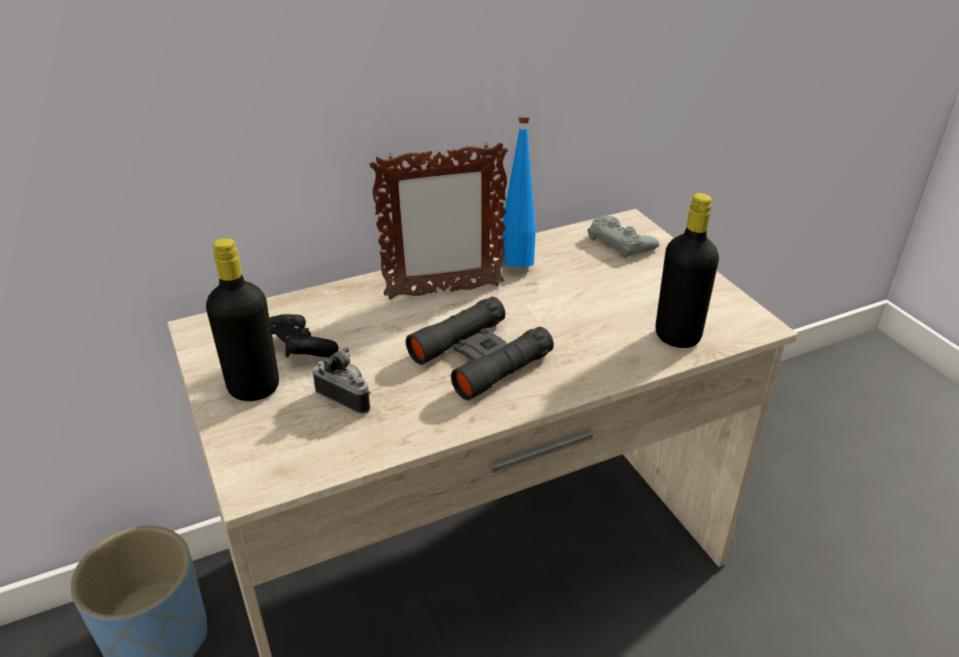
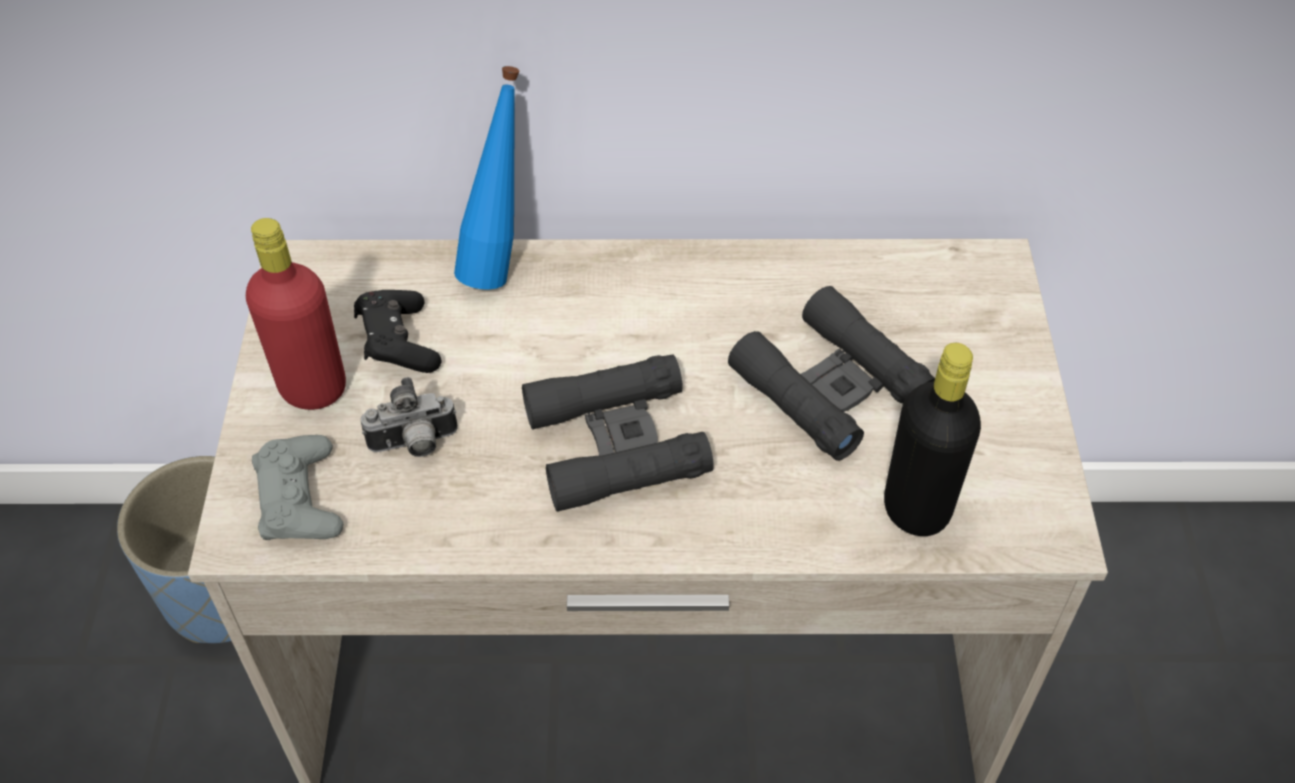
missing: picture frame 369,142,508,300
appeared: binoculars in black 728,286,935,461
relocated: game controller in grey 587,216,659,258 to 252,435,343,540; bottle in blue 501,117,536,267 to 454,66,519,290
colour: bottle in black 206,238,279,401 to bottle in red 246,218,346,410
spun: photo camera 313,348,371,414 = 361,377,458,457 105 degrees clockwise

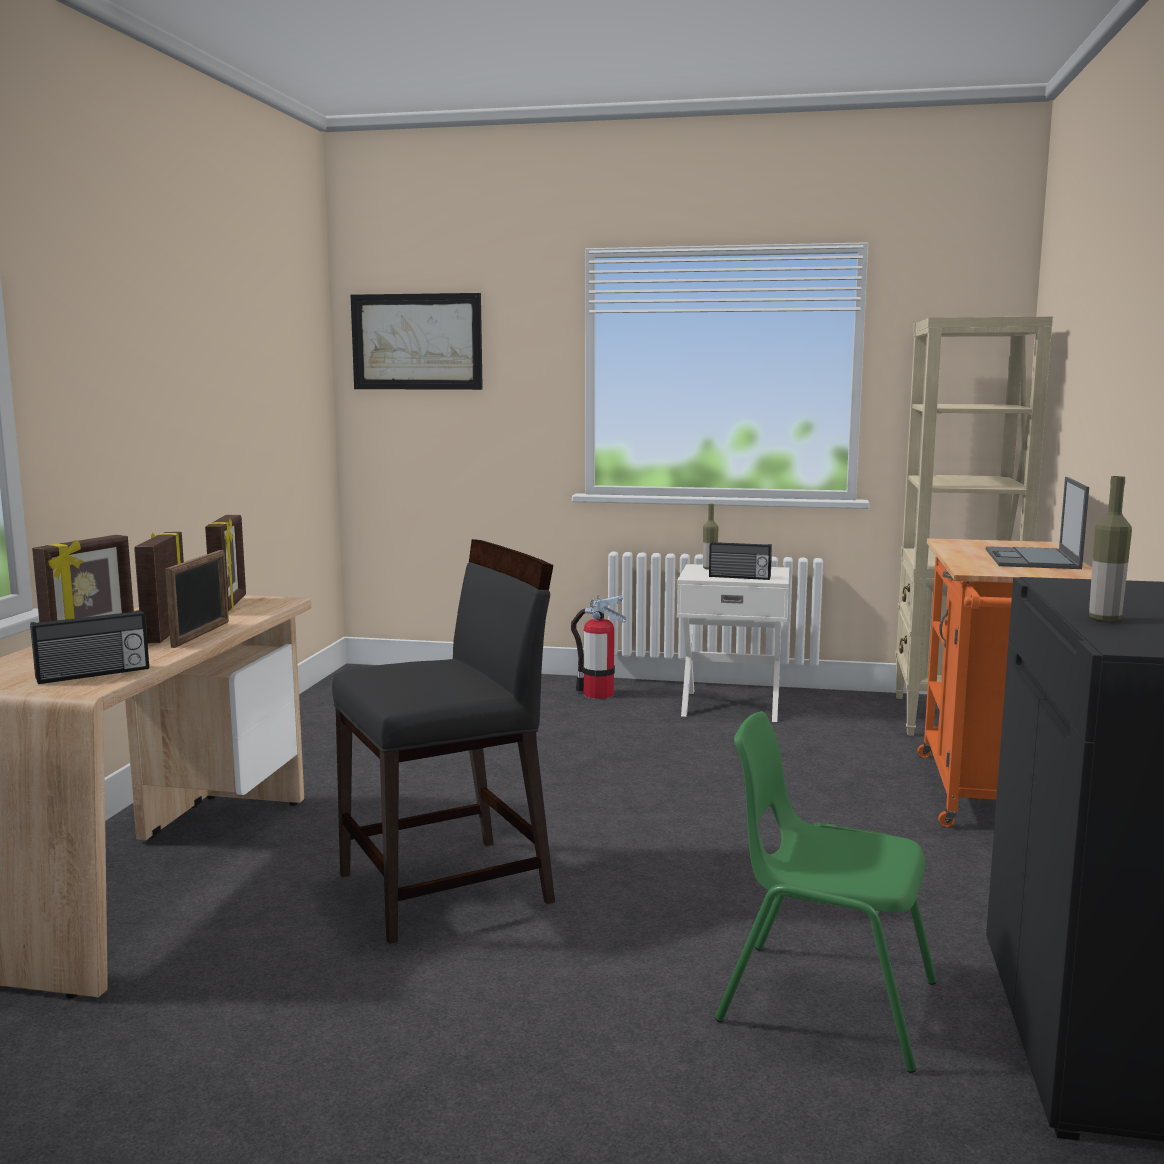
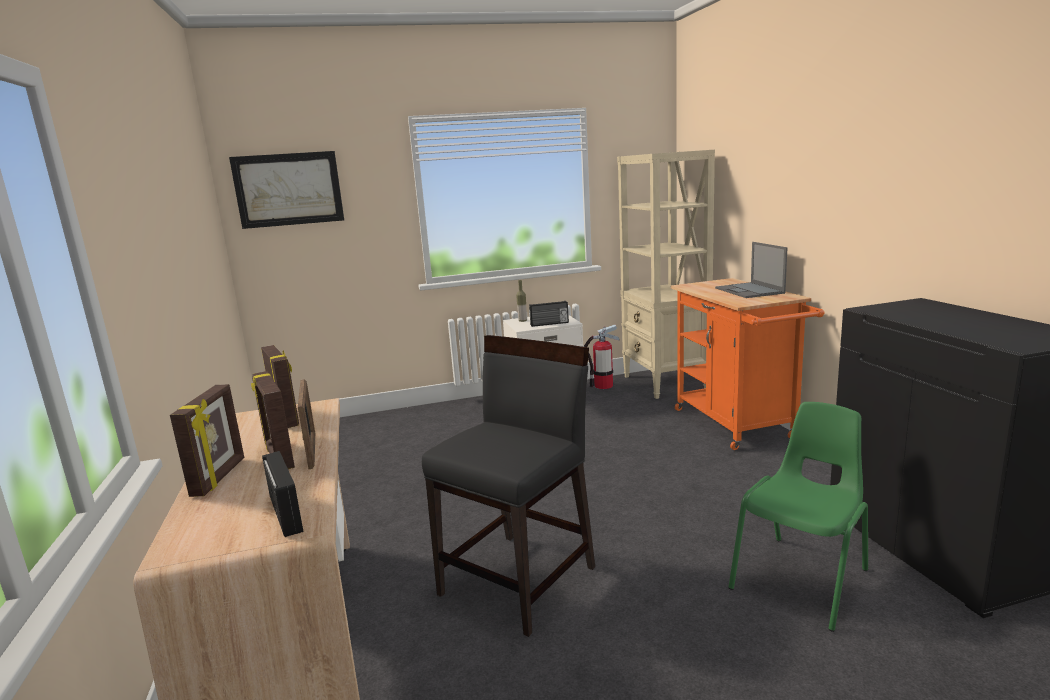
missing: bottle 1089,476,1132,621
relocated: fire extinguisher 571,594,626,699 to 584,325,619,389
spun: radio 30,610,149,684 = 262,451,303,537 60 degrees counterclockwise; chair in green 715,711,937,1073 = 728,402,868,632 135 degrees clockwise

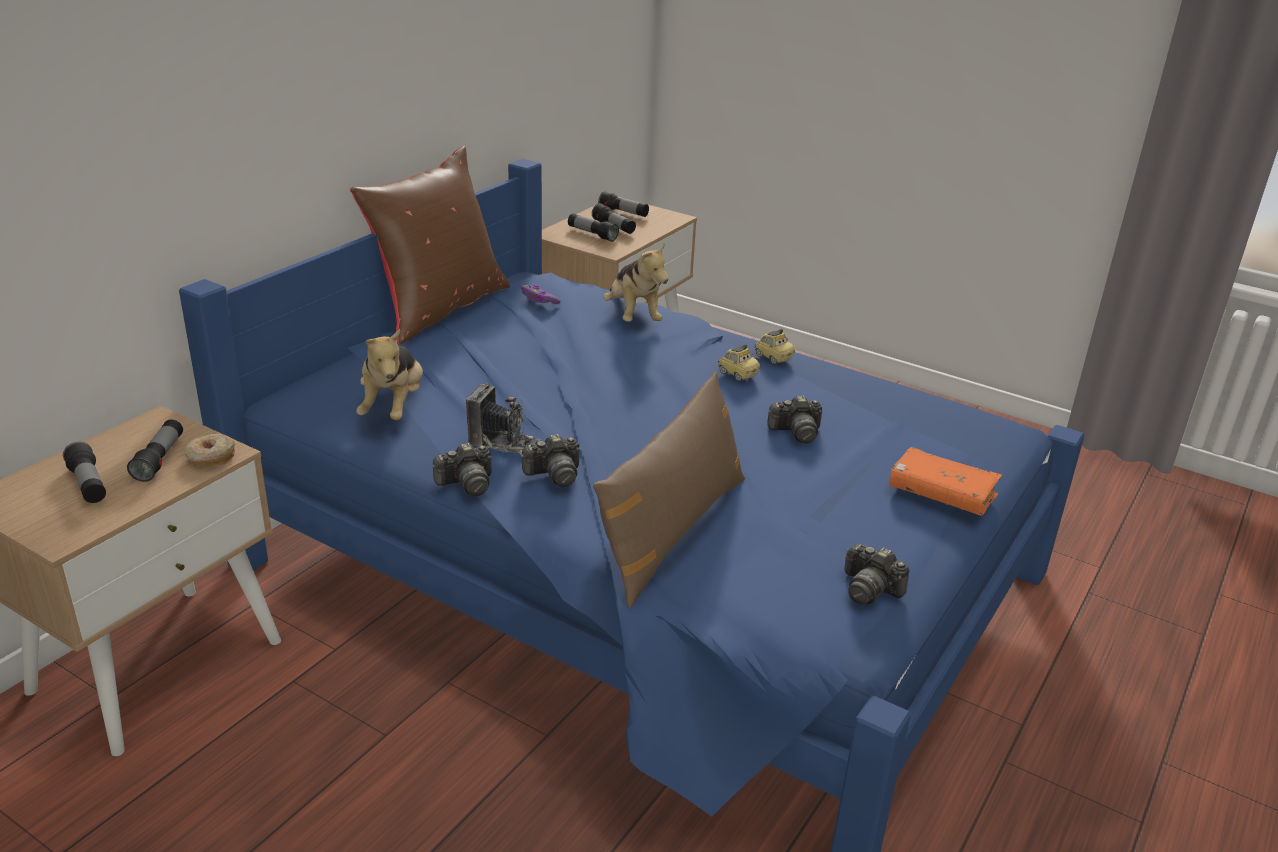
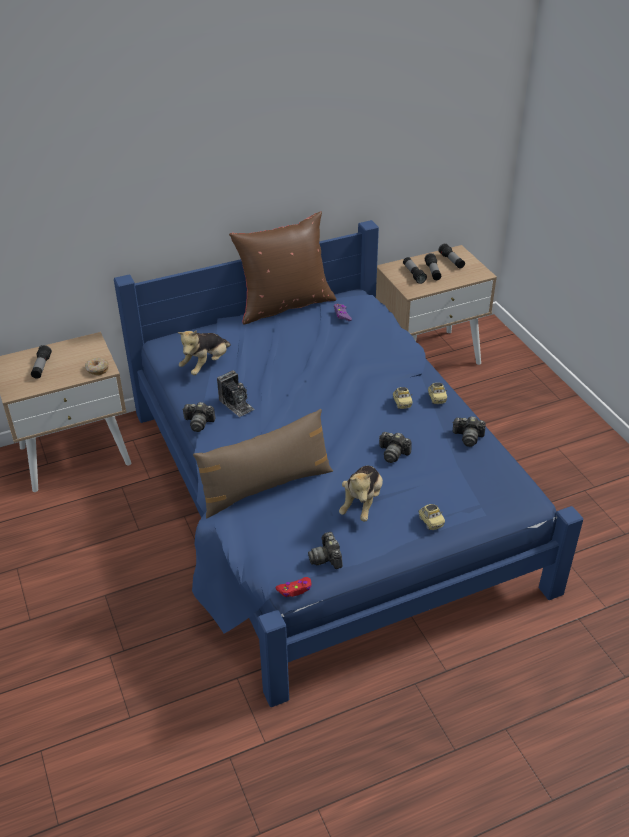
missing: flashlight 127,419,183,482
appeared: game controller in red 275,577,311,597
relocated: plush toy 603,242,668,322 to 339,466,383,521; photo camera 521,434,580,487 to 452,416,486,447
exchanged: book in orange 889,447,1002,515 to toy car 418,504,445,530

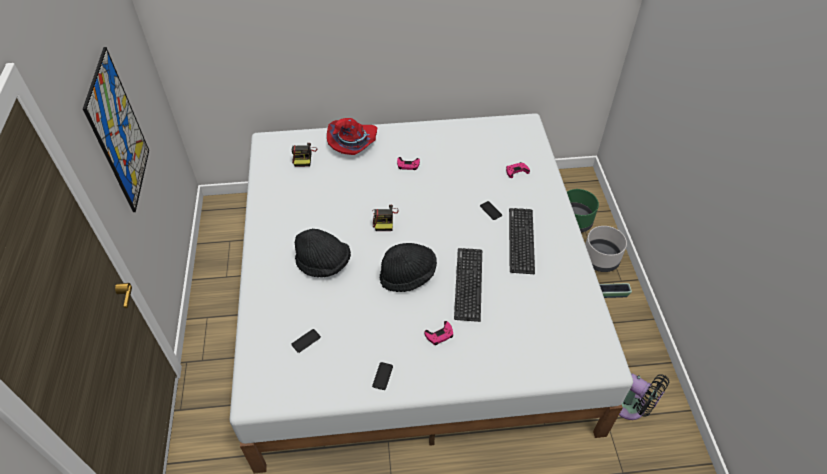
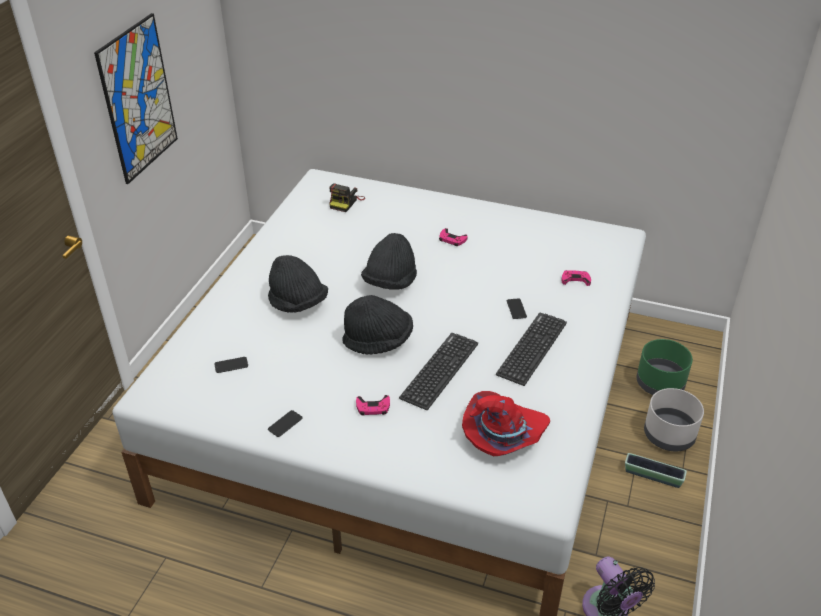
relocated: hat in red 327,118,377,155 to 462,391,550,456
exchanged: photo camera 372,205,399,231 to hat in black 361,233,417,290

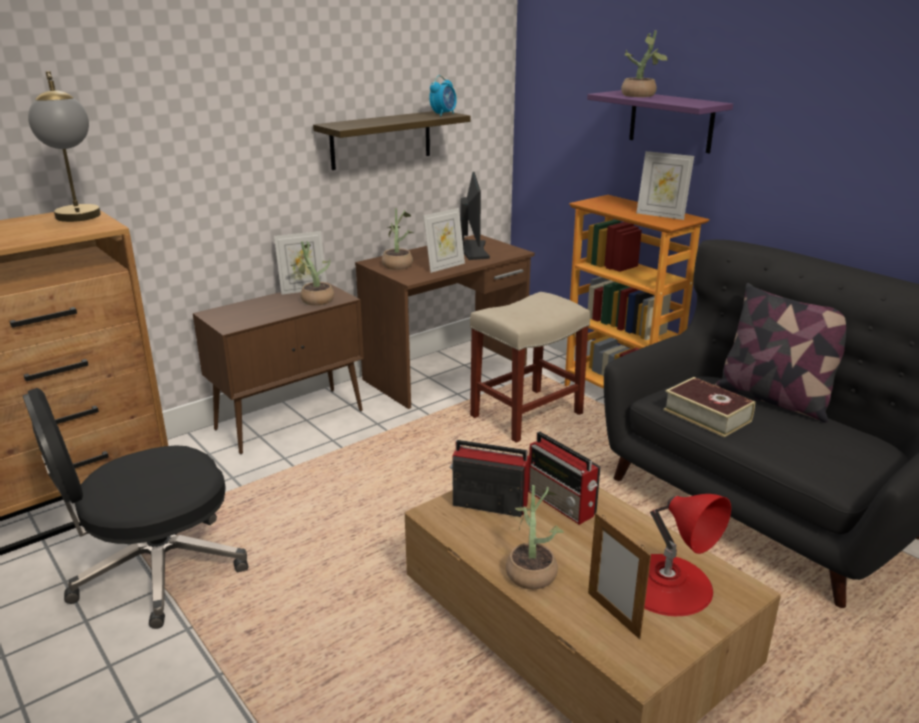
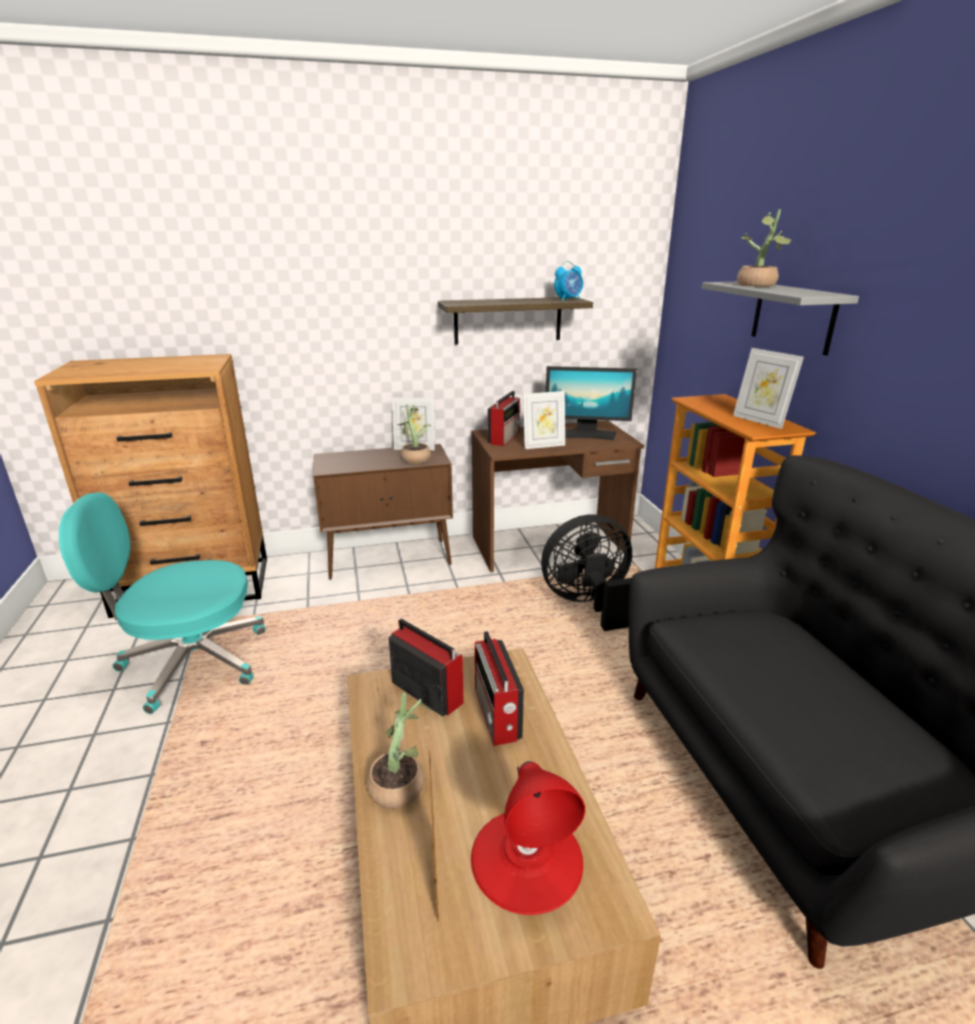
missing: table lamp 28,71,101,222; book 663,377,755,437; pillow 715,283,846,422
exchanged: potted plant 382,208,414,270 to radio 488,391,520,446; stool in beige 470,292,590,443 to fan in black 541,514,632,631
colour: office chair in black 23,388,248,629 to office chair in turquoise 59,492,266,714; shelf in purple 587,90,733,153 to shelf in grey 702,282,859,356
spun: monitor 461,172,490,260 = 546,366,637,440 75 degrees clockwise

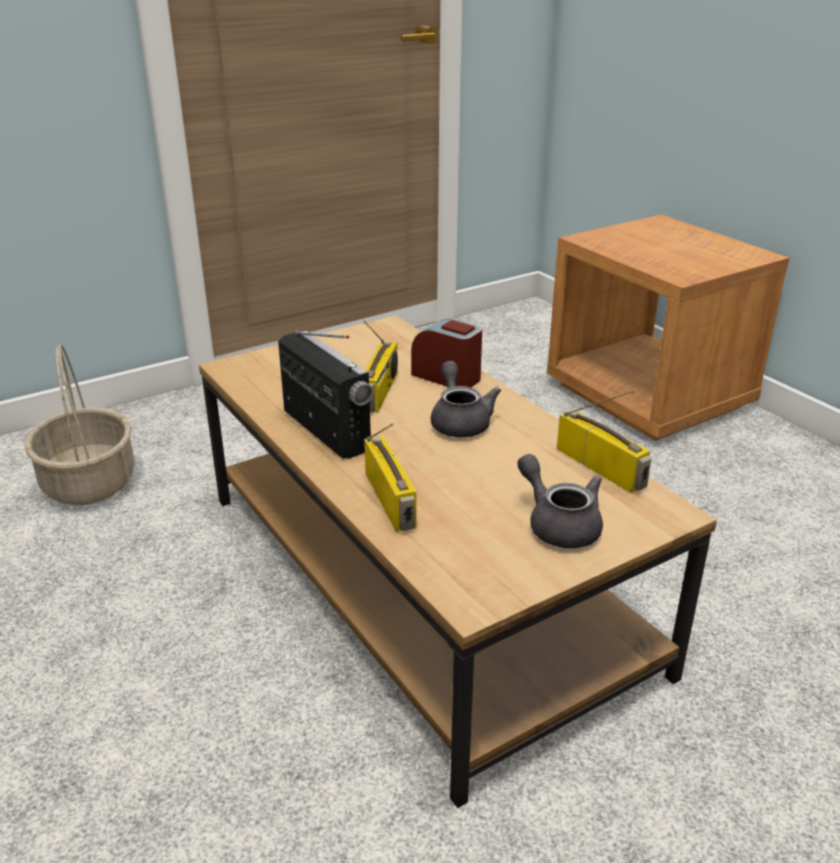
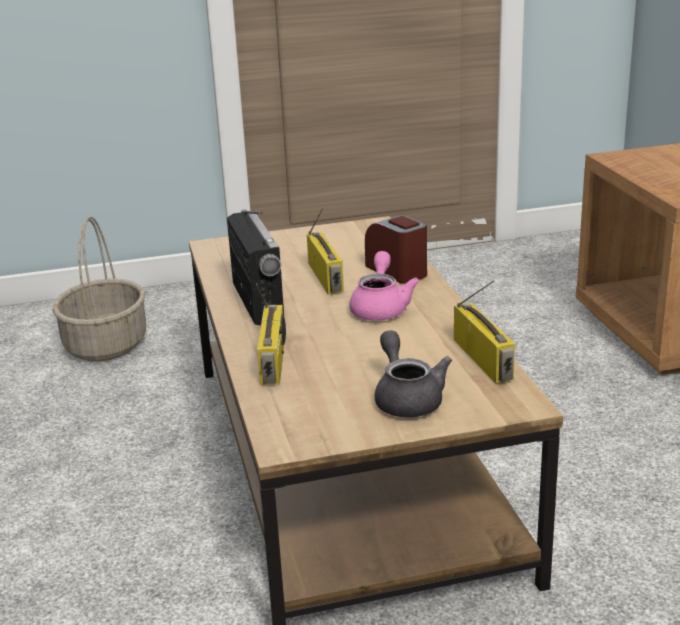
colour: teapot in grey 431,361,501,437 to teapot in pink 349,251,419,321
spun: radio 363,320,398,413 = 307,207,344,294 45 degrees counterclockwise

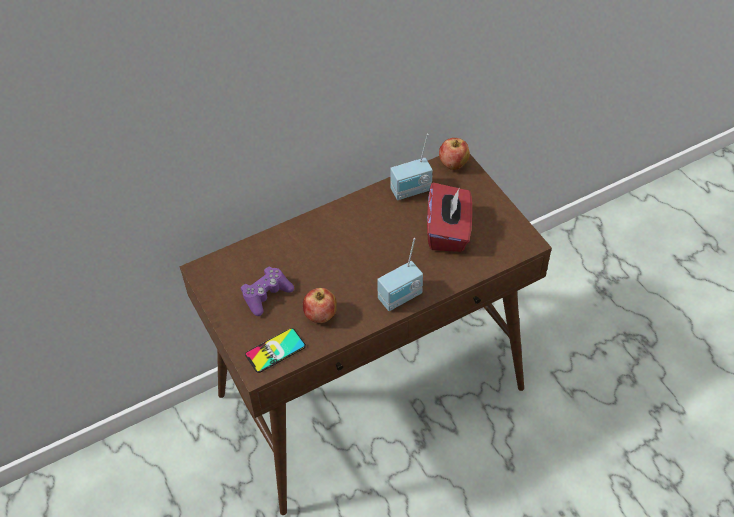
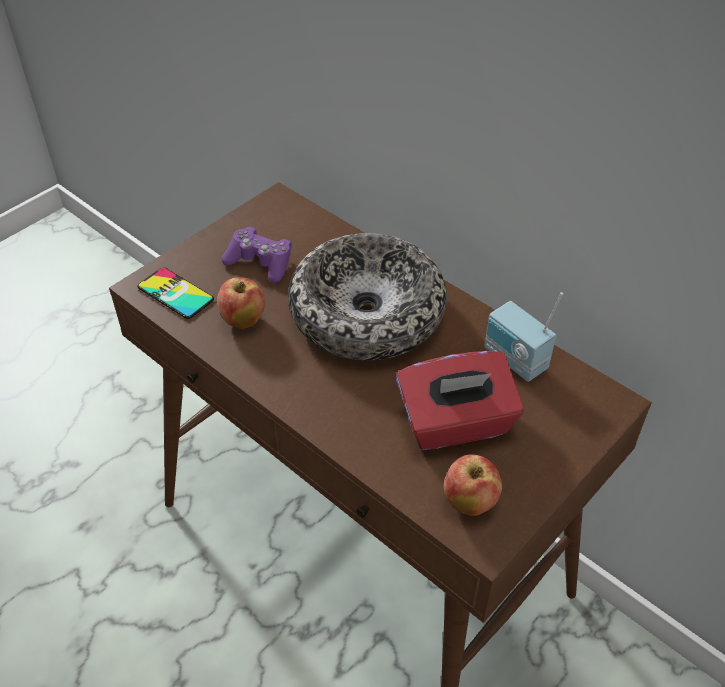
missing: radio 377,238,423,311
appeared: bowl 288,233,447,360
relocated: apple 439,138,470,170 to 444,454,502,516

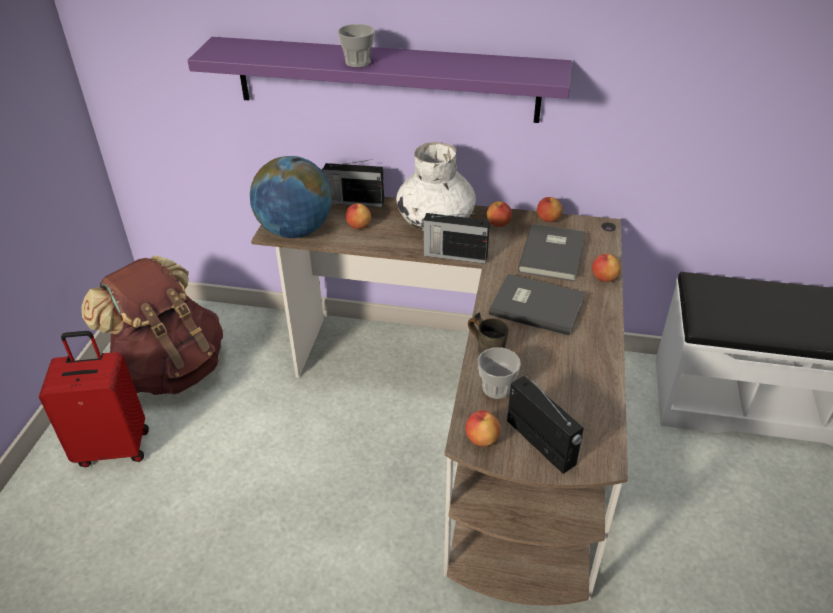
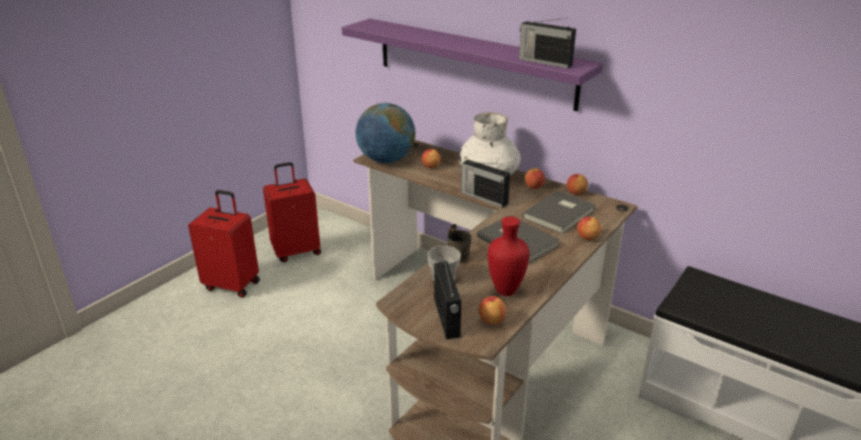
missing: cup 338,24,375,68
appeared: vase in red 488,216,529,296
relocated: apple 465,410,501,446 to 479,296,506,325; radio 322,159,384,207 to 519,18,576,68
exchanged: backpack in brown 81,255,223,395 to suitcase in red 263,162,321,262

